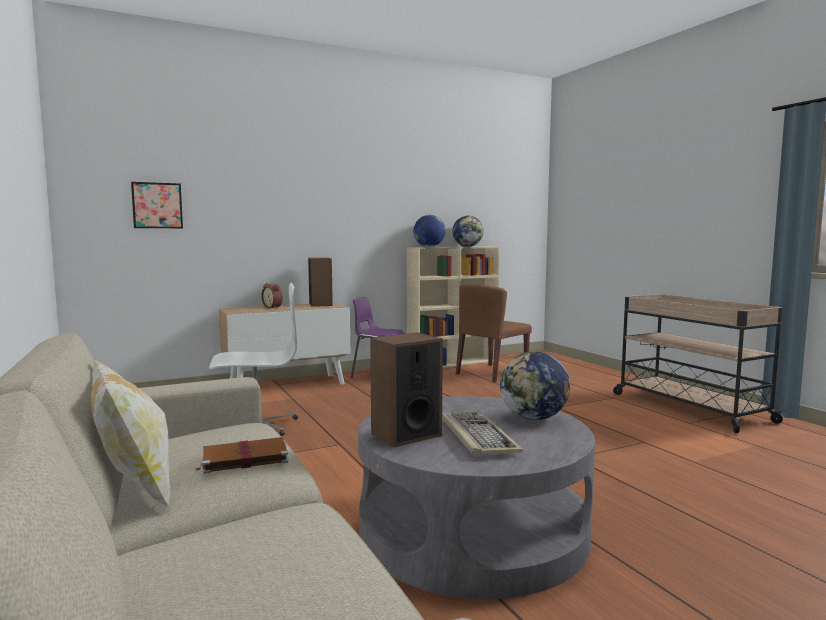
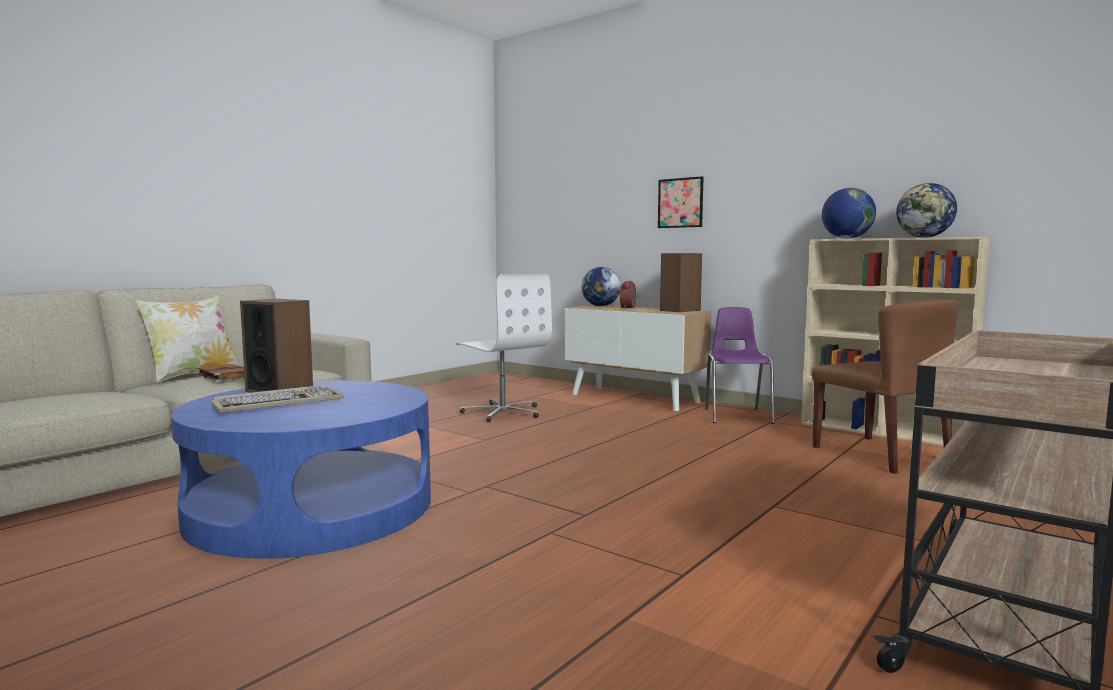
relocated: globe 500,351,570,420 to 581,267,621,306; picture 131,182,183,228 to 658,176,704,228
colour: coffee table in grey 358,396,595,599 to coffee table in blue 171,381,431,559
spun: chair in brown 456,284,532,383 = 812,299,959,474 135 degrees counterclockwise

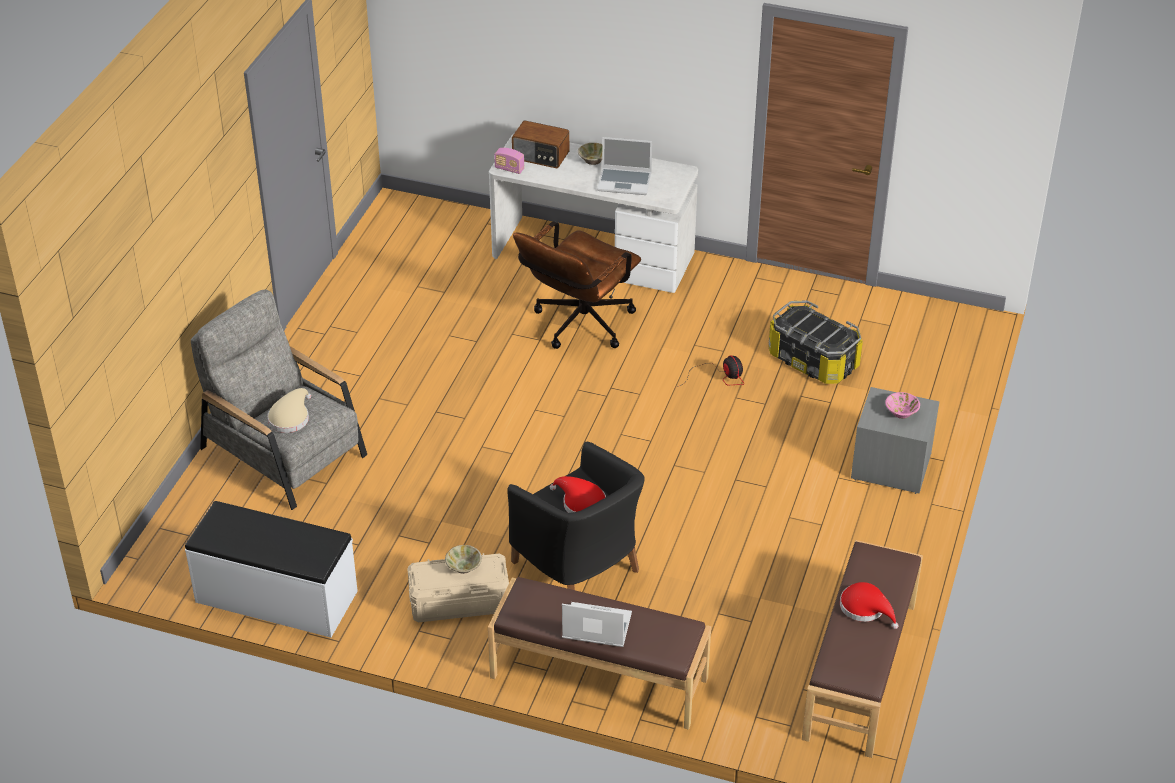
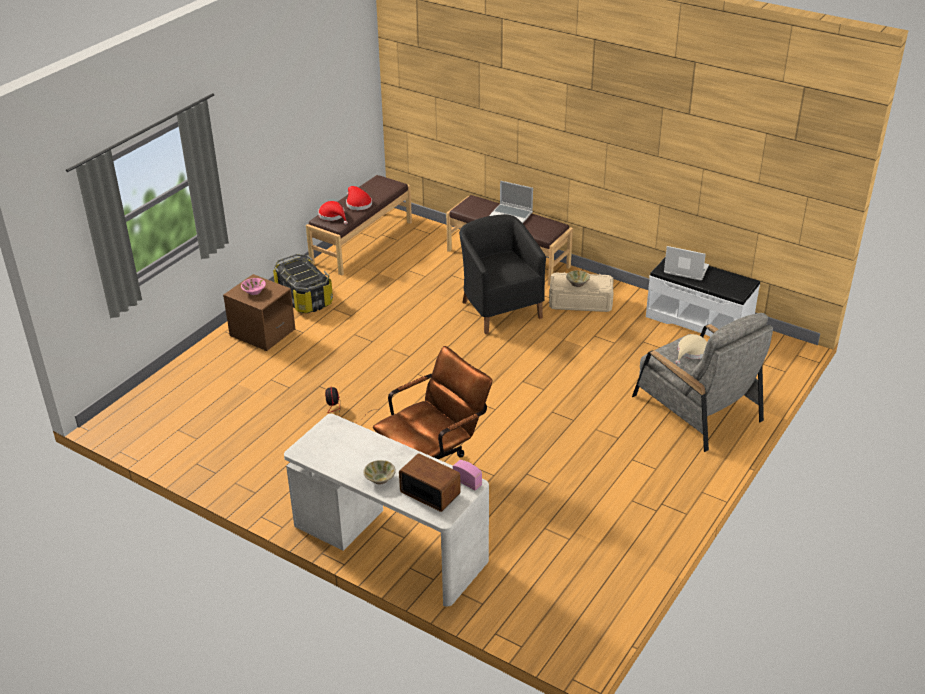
relocated: storage box 769,300,863,384 to 273,254,333,313; hat in red 550,476,606,513 to 318,201,348,225; laptop 597,137,652,195 to 664,246,709,281
colour: nightstand in grey 851,387,940,494 to nightstand in brown 223,274,295,351

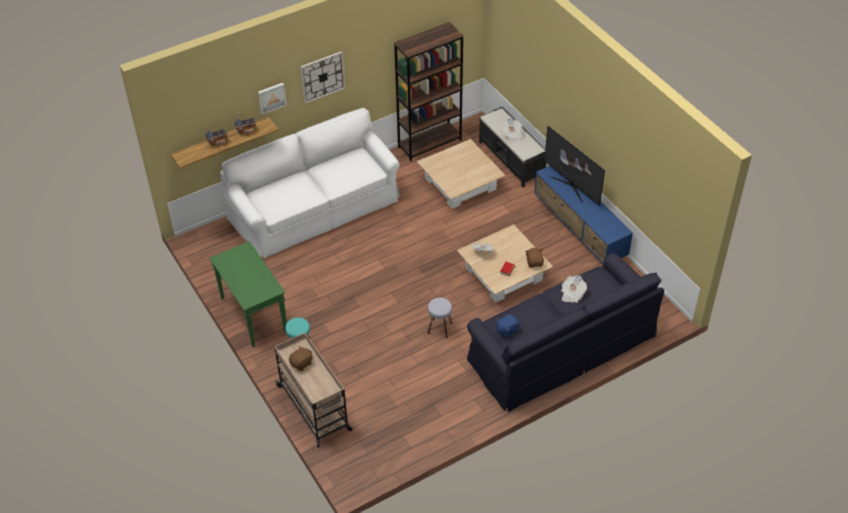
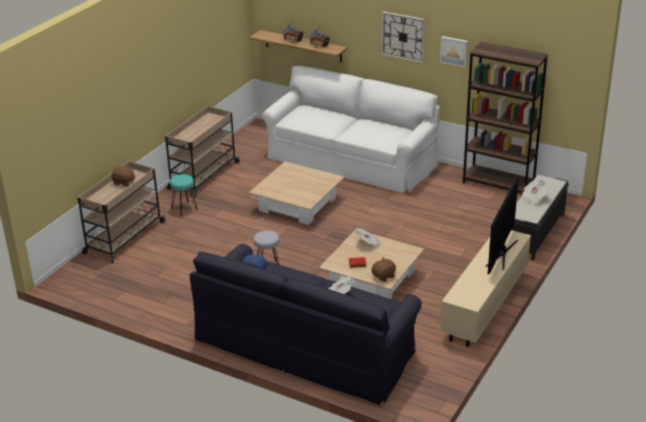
relocated: coffee table in beige 417,139,506,209 to 249,162,344,225; picture 258,83,287,115 to 440,36,468,67
exchanged: console table in green 209,241,287,347 to cart in beige 165,106,240,197
colour: tv stand in blue 534,166,633,264 to tv stand in beige 440,230,531,347

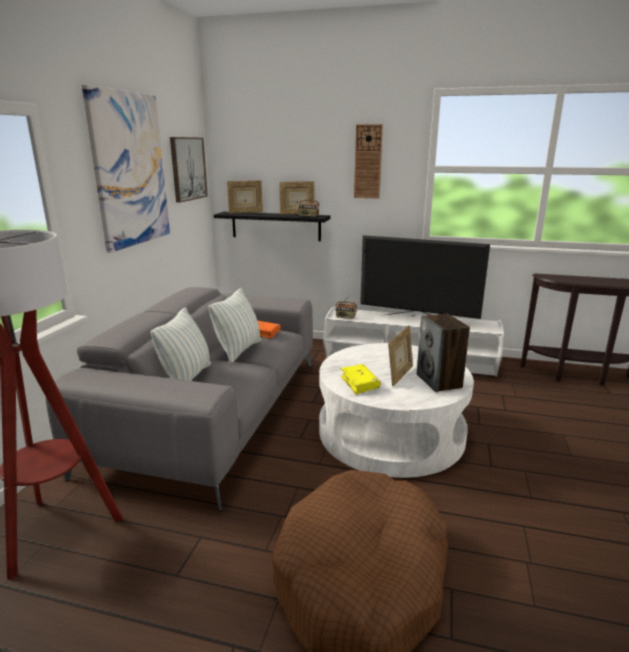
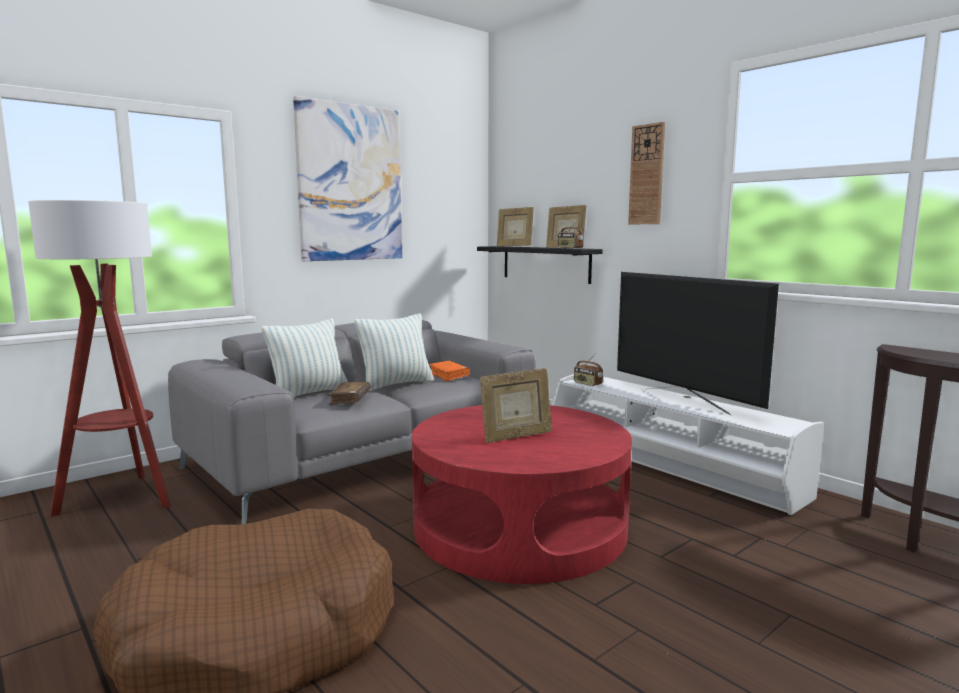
missing: picture 170,137,208,203; book in yellow 341,364,381,395; speaker 417,314,470,392
appeared: book in brown 328,382,371,406
colour: coffee table in white 319,343,474,478 to coffee table in red 412,405,632,584

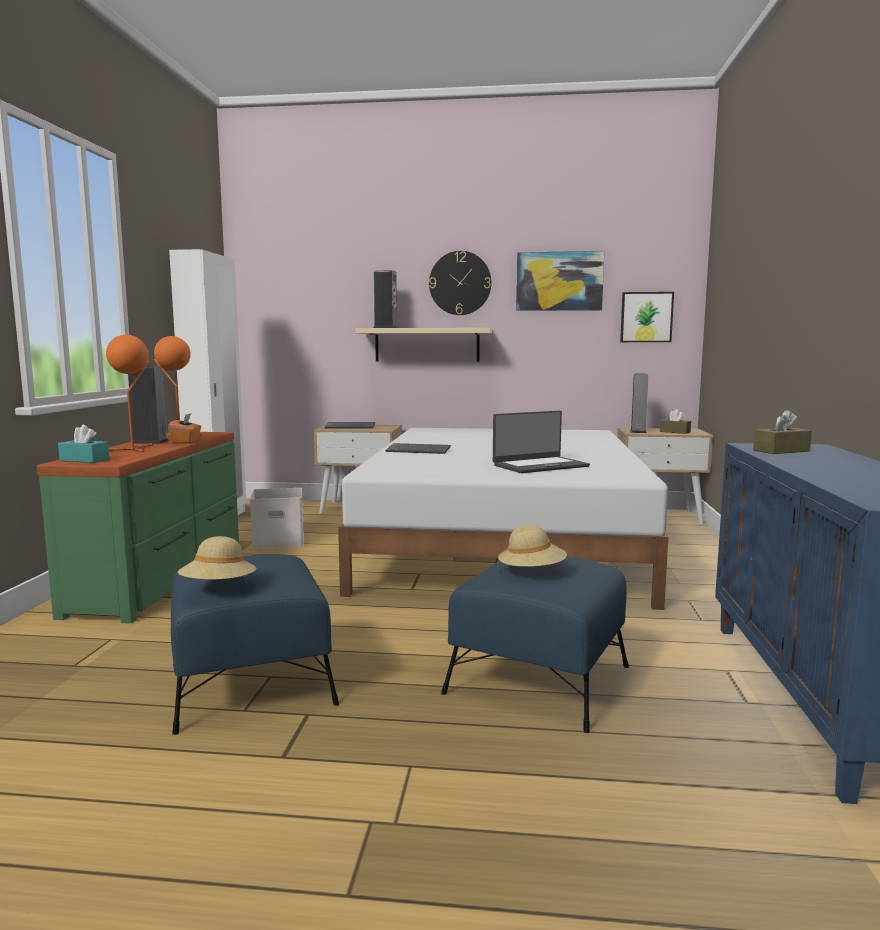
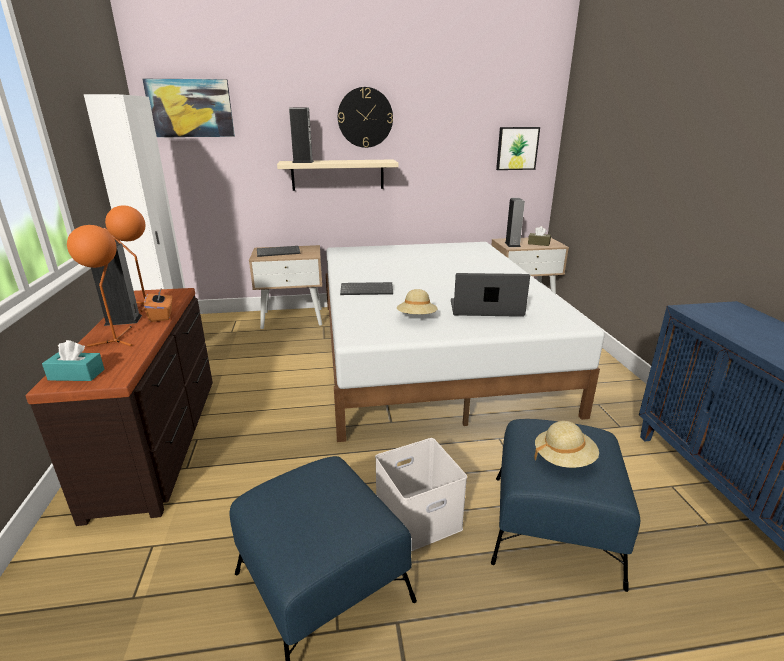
missing: tissue box in brown 753,410,812,454
relocated: picture 516,251,604,311 to 142,79,235,137; storage box in white 250,488,304,549 to 375,438,467,551; hat in beige 178,536,257,580 to 397,289,438,314
colour: dresser in green 37,432,239,624 to dresser in brown 25,288,213,526
spun: laptop 493,411,590,473 = 451,273,530,317 135 degrees counterclockwise

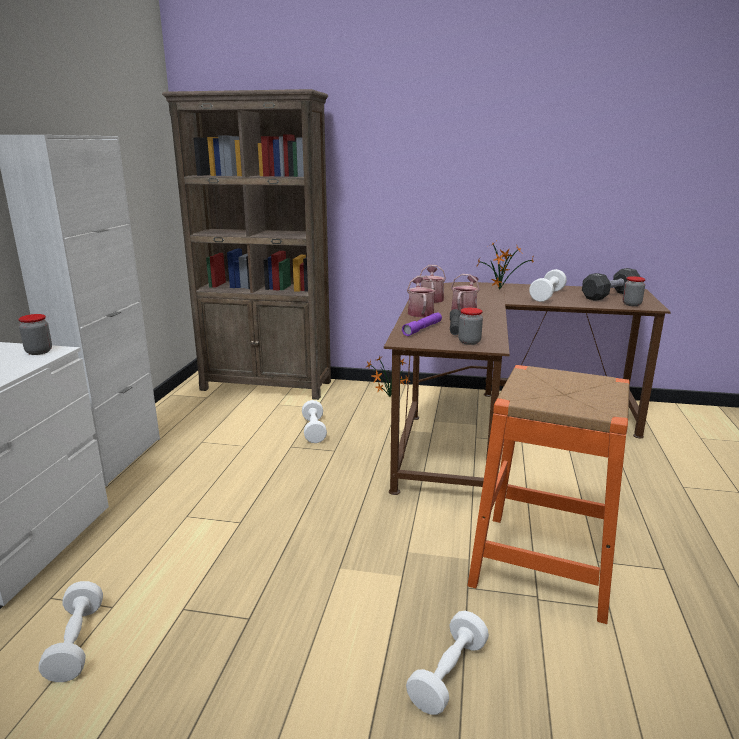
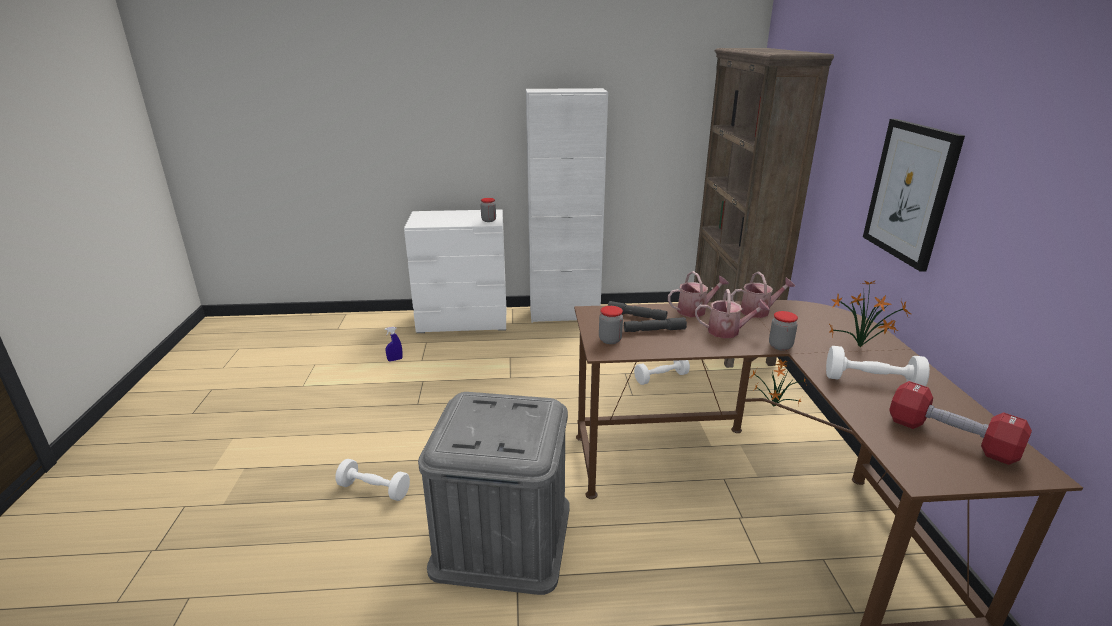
appeared: picture 863,119,965,272
relocated: jar 623,276,646,306 to 769,311,798,351
exchanged: dumbbell in white 39,581,103,682 to spray bottle in blue 385,327,403,361; stool in orange 467,365,630,624 to storage box in grey 418,392,570,595
colour: flashlight in purple 402,312,442,336 to flashlight in grey 608,301,667,320; dumbbell in black 582,268,640,301 to dumbbell in red 889,381,1032,465

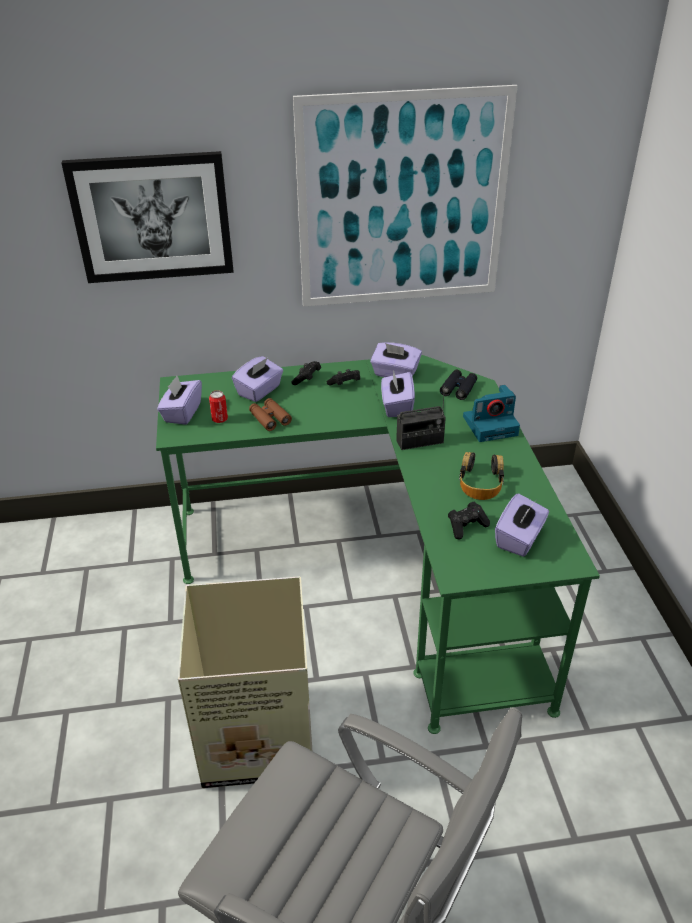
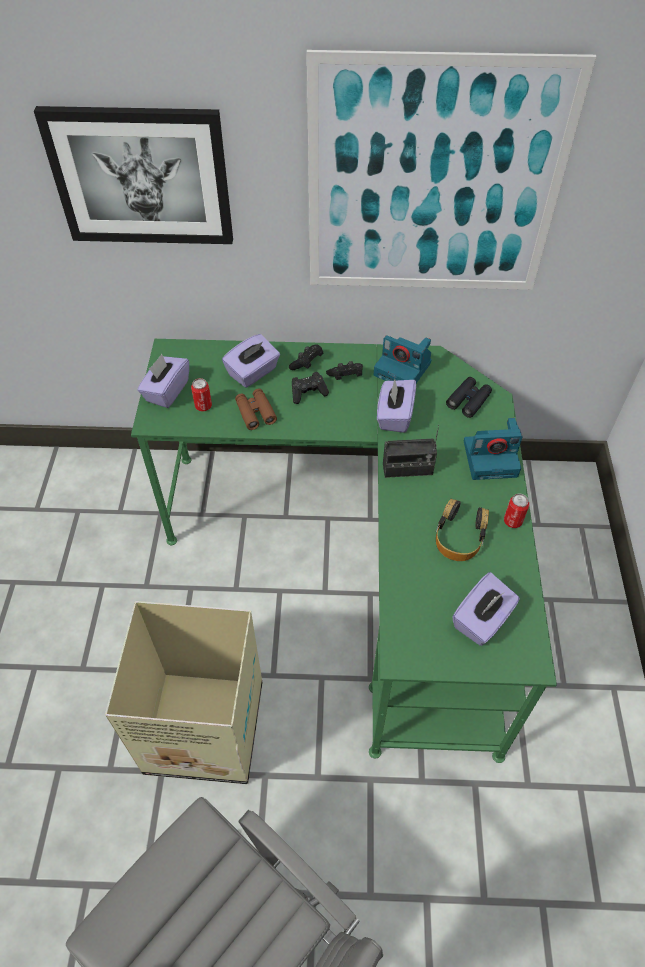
appeared: can 504,493,529,528
relocated: game controller in black 448,502,490,540 to 292,372,329,404
exchanged: tissue box in purple 370,342,422,377 to photo camera 374,335,432,383

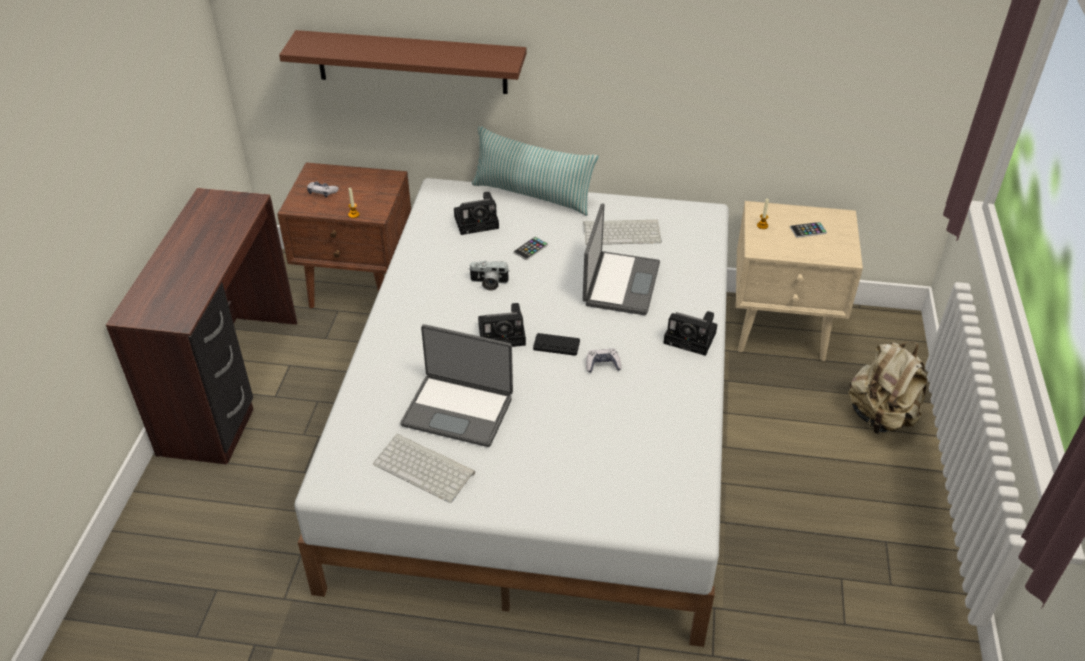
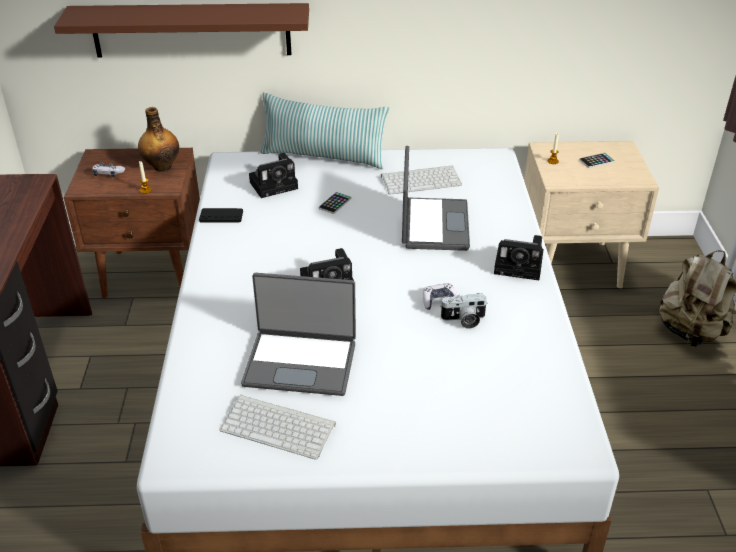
appeared: bottle 138,107,179,172
relocated: game controller in black 533,333,580,356 to 199,208,243,223; photo camera 469,261,510,291 to 441,293,488,329

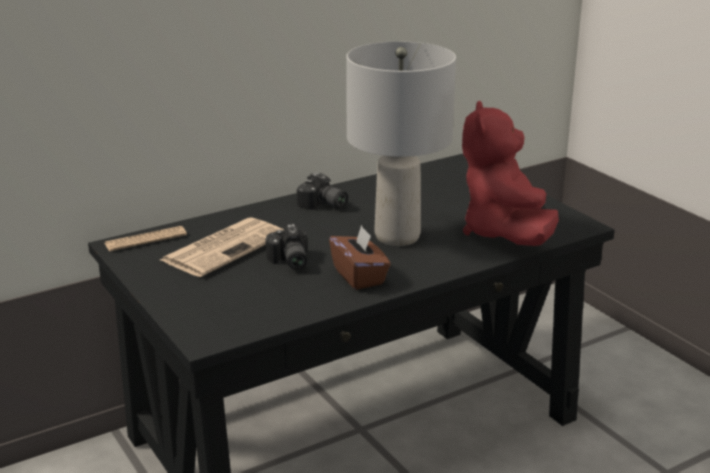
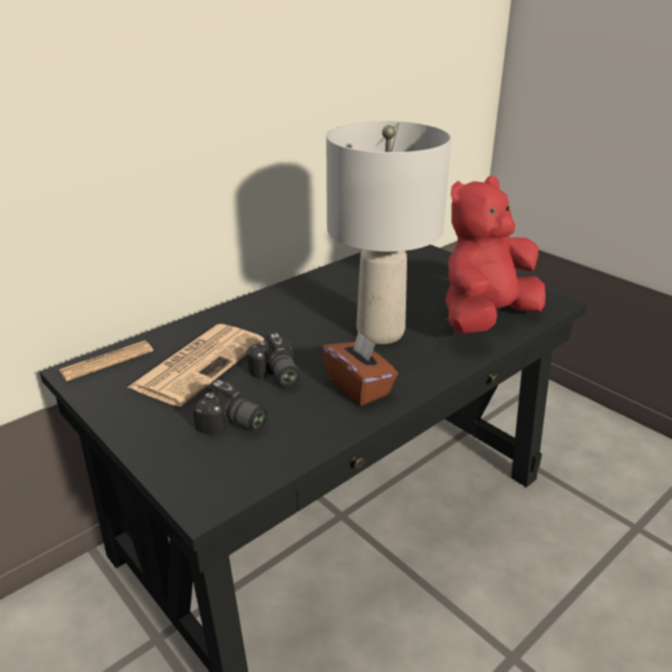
relocated: photo camera 297,172,348,210 to 193,380,267,436
spun: plush toy in red 462,101,559,246 = 445,176,546,334 60 degrees clockwise

